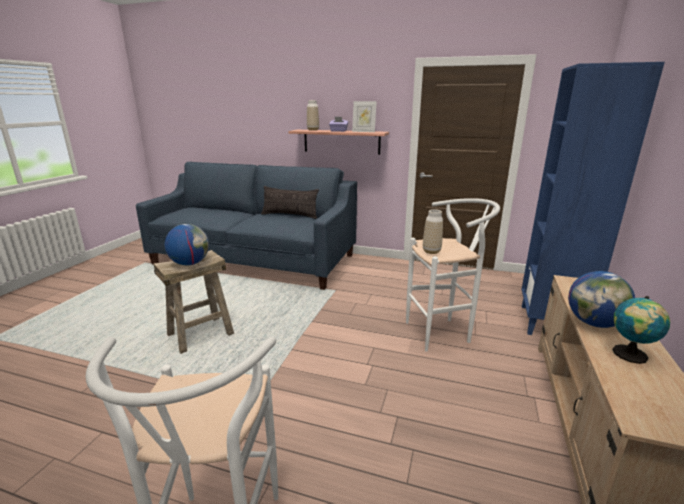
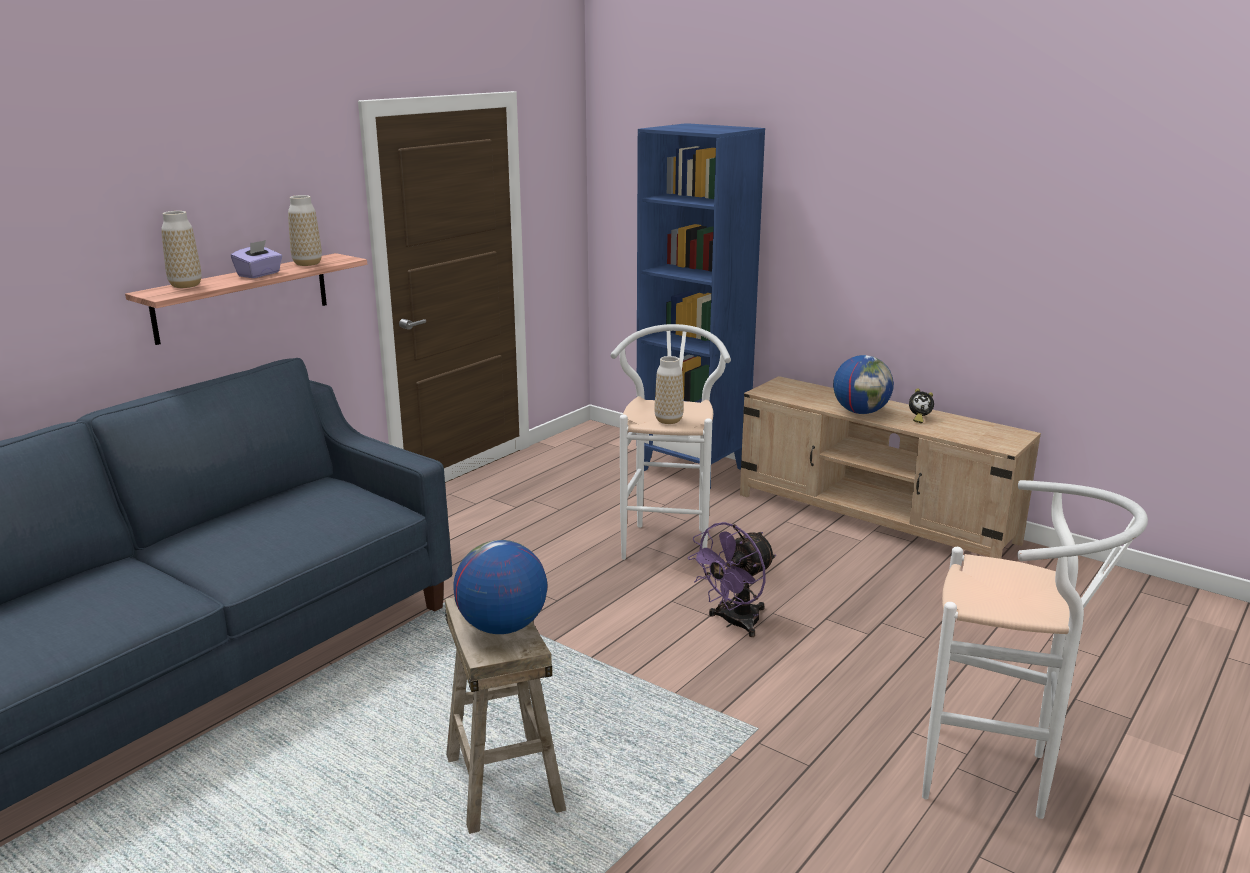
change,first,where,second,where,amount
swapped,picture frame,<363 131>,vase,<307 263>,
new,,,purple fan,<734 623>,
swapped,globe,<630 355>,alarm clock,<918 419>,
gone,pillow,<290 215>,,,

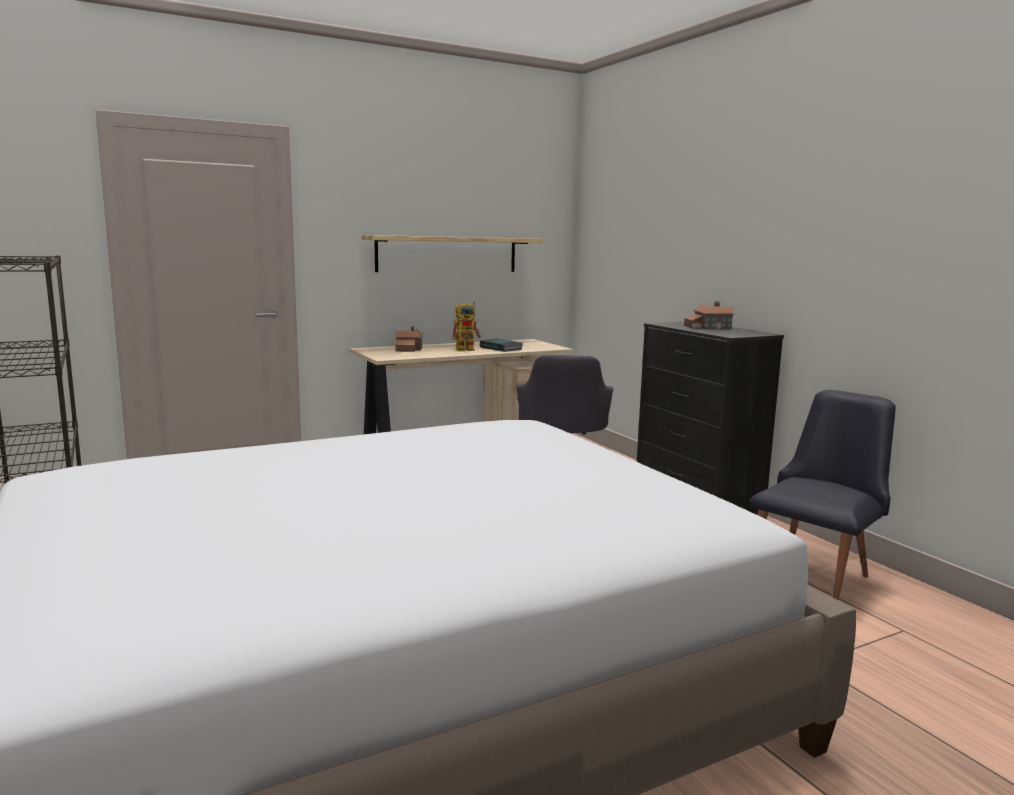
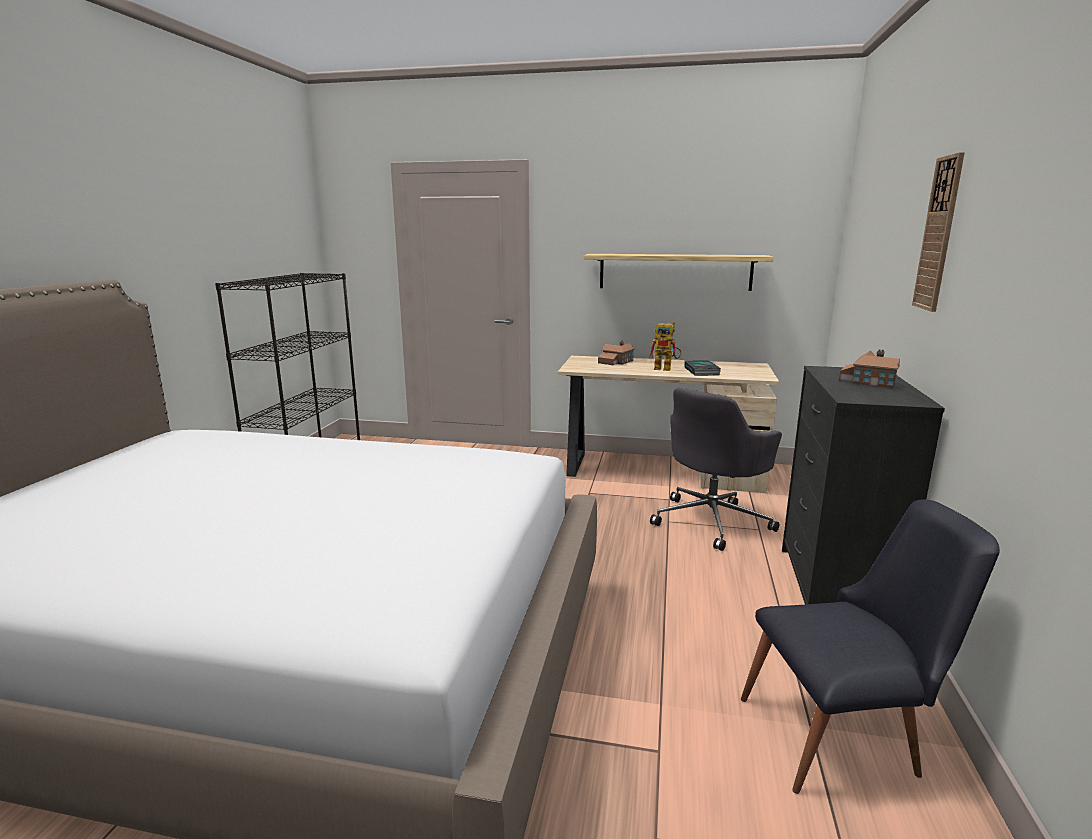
change,first,where,second,where,amount
new,,,wall clock,<938 234>,

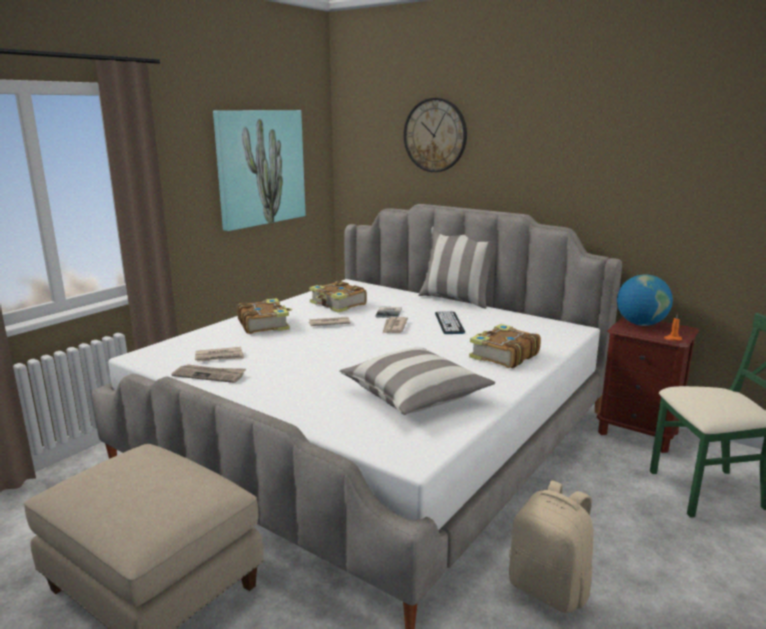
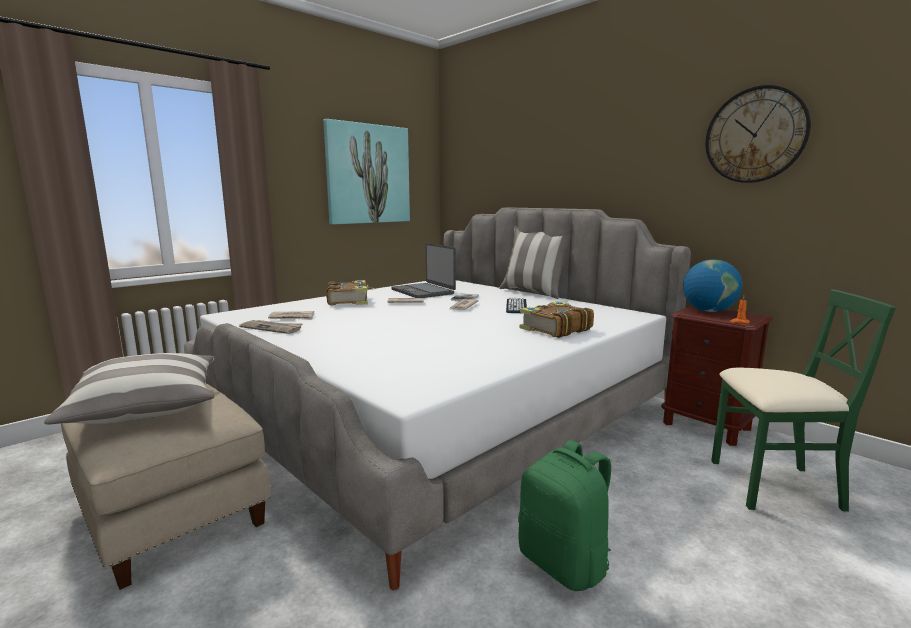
change,first,where,second,where,amount
shifted,pillow,<414 396>,,<147 407>,
swapped,book,<338 304>,laptop,<423 291>,
repainted,beige backpack,<549 589>,green backpack,<564 563>,
shifted,wall clock,<435 135>,,<755 135>,

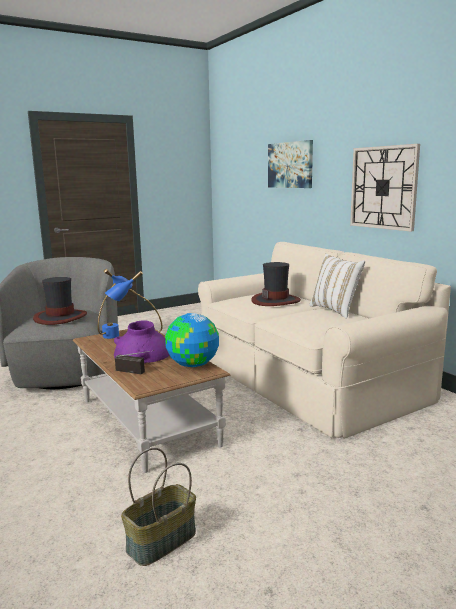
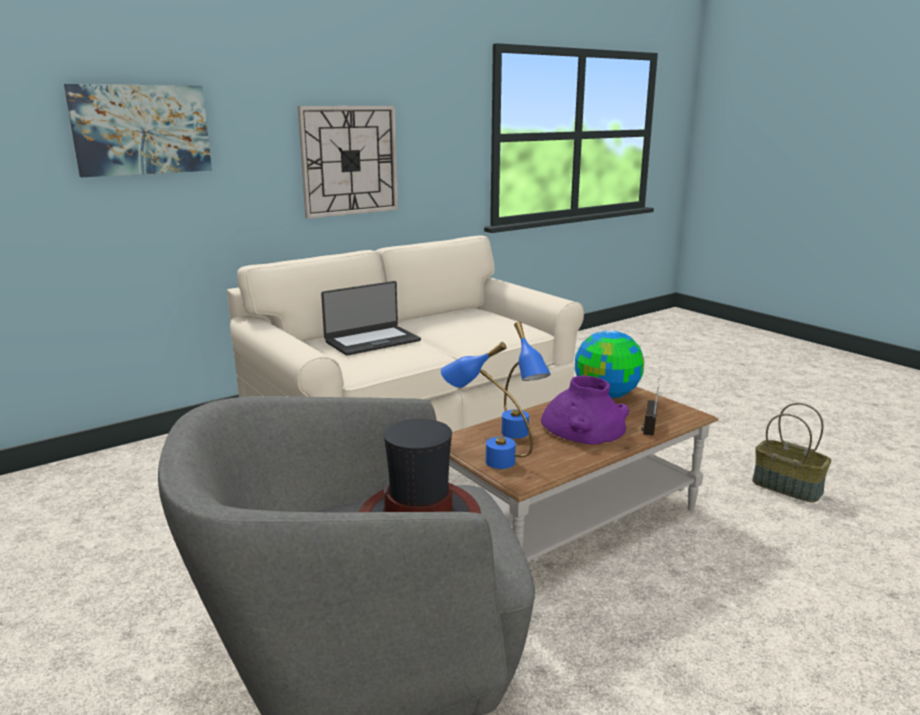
change,first,where,second,where,amount
swapped,hat,<276 301>,laptop,<372 341>,
gone,white pillow,<335 310>,,,

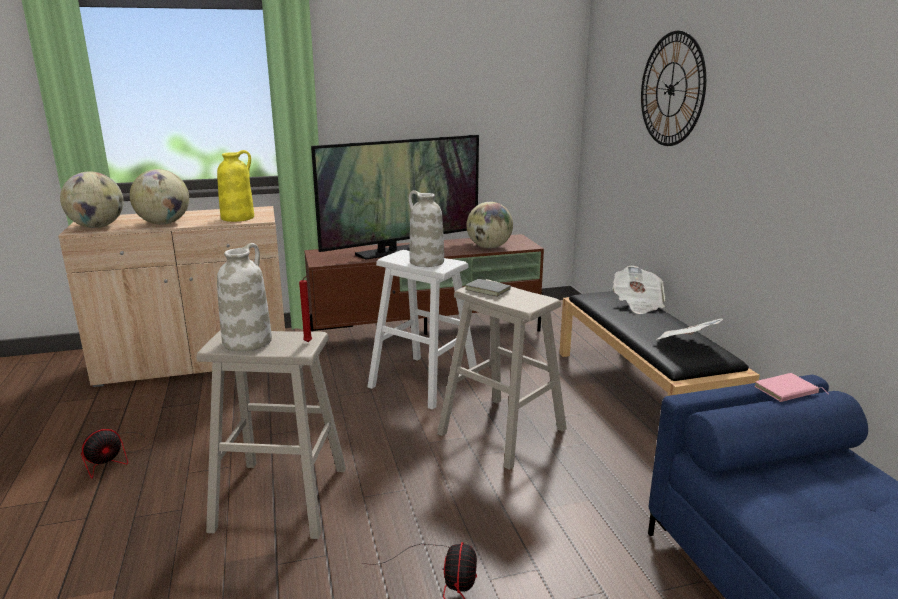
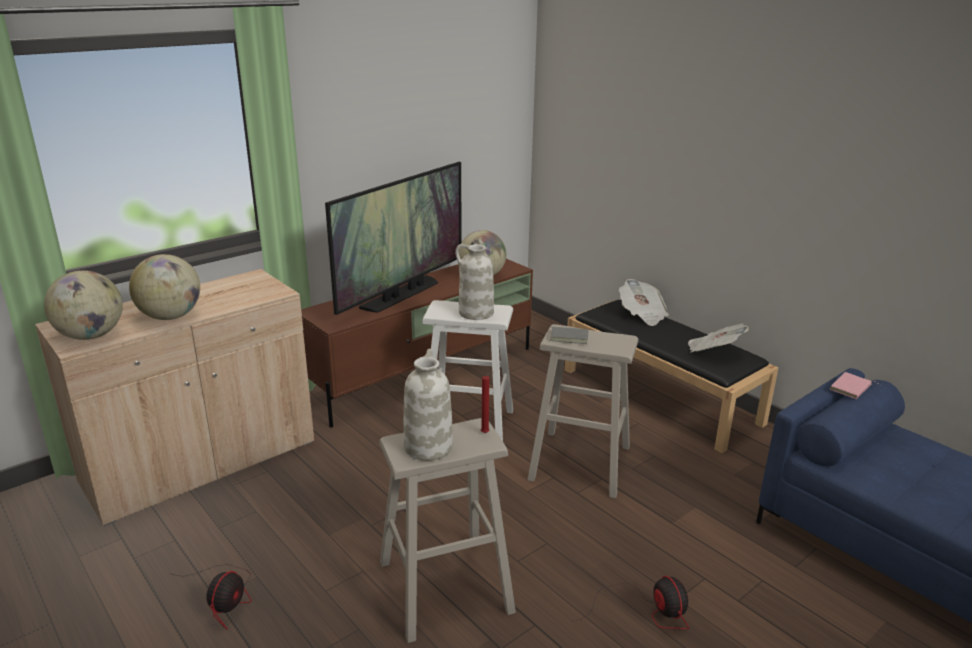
change,first,where,second,where,amount
gone,yellow vase,<238 218>,,,
gone,wall clock,<671 89>,,,

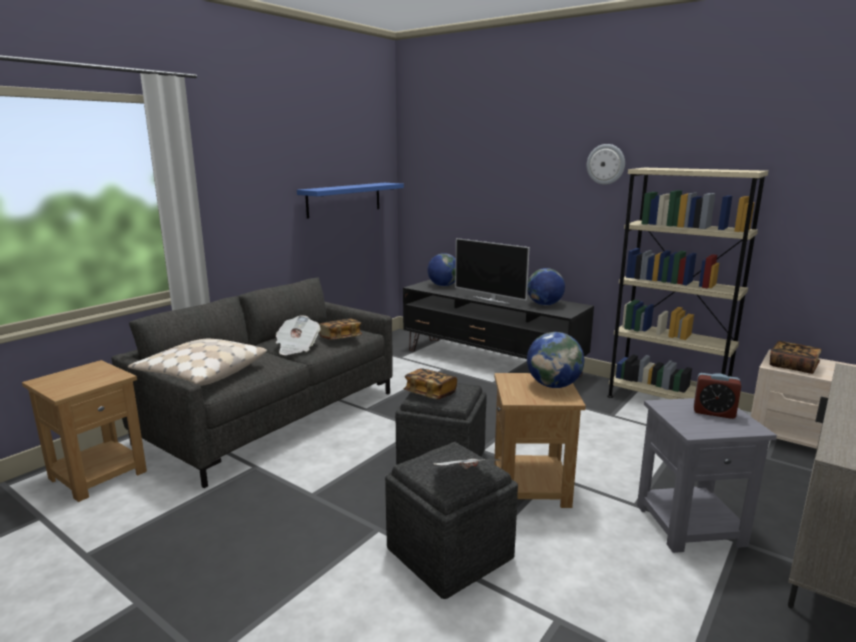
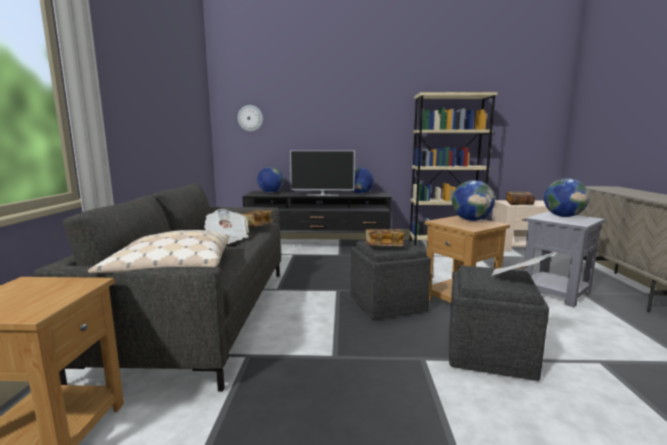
change,first,where,second,where,amount
shifted,wall clock,<606 164>,,<250 118>,
swapped,alarm clock,<714 412>,globe,<563 216>,
gone,blue shelf,<344 199>,,,

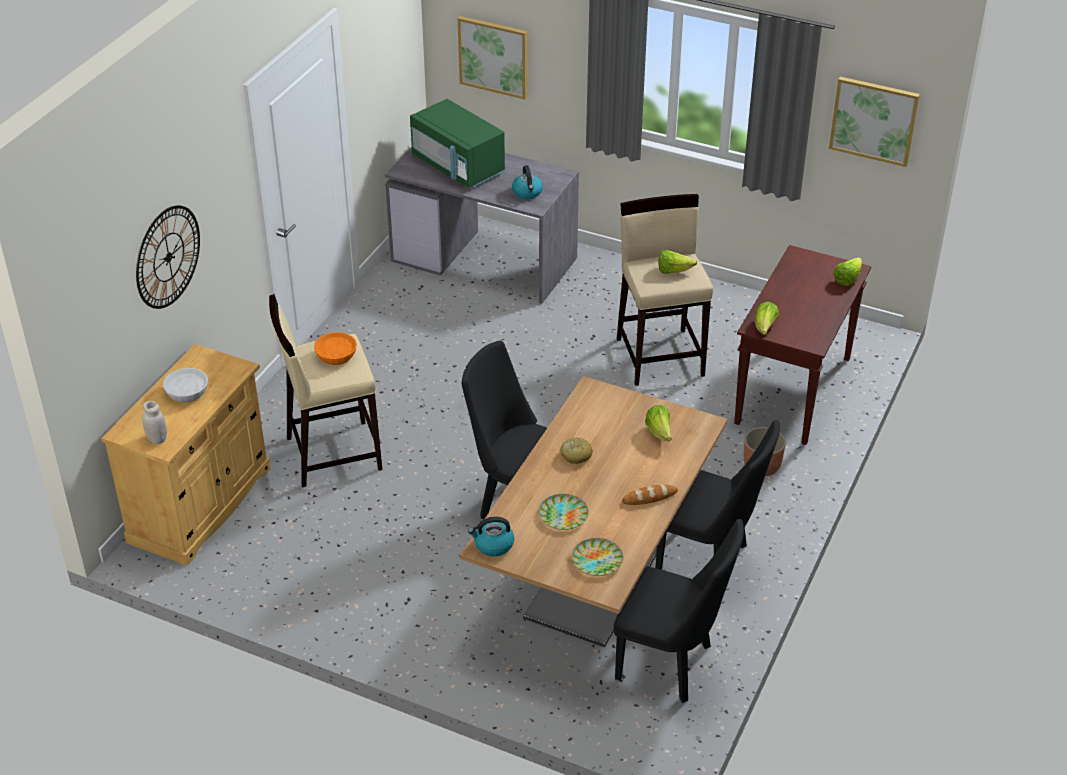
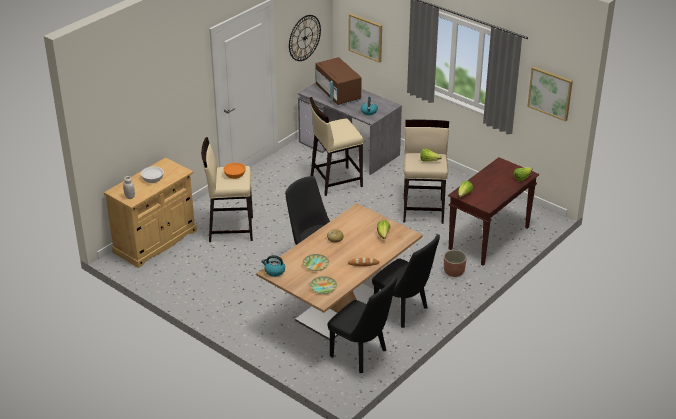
change,first,where,second,where,amount
shifted,wall clock,<168 257>,,<304 38>,
new,,,beige stool,<335 181>,
repainted,green microwave,<458 166>,brown microwave,<338 94>,

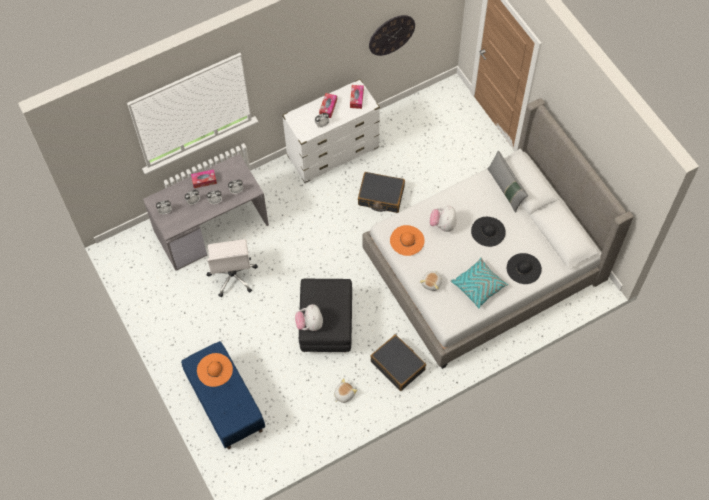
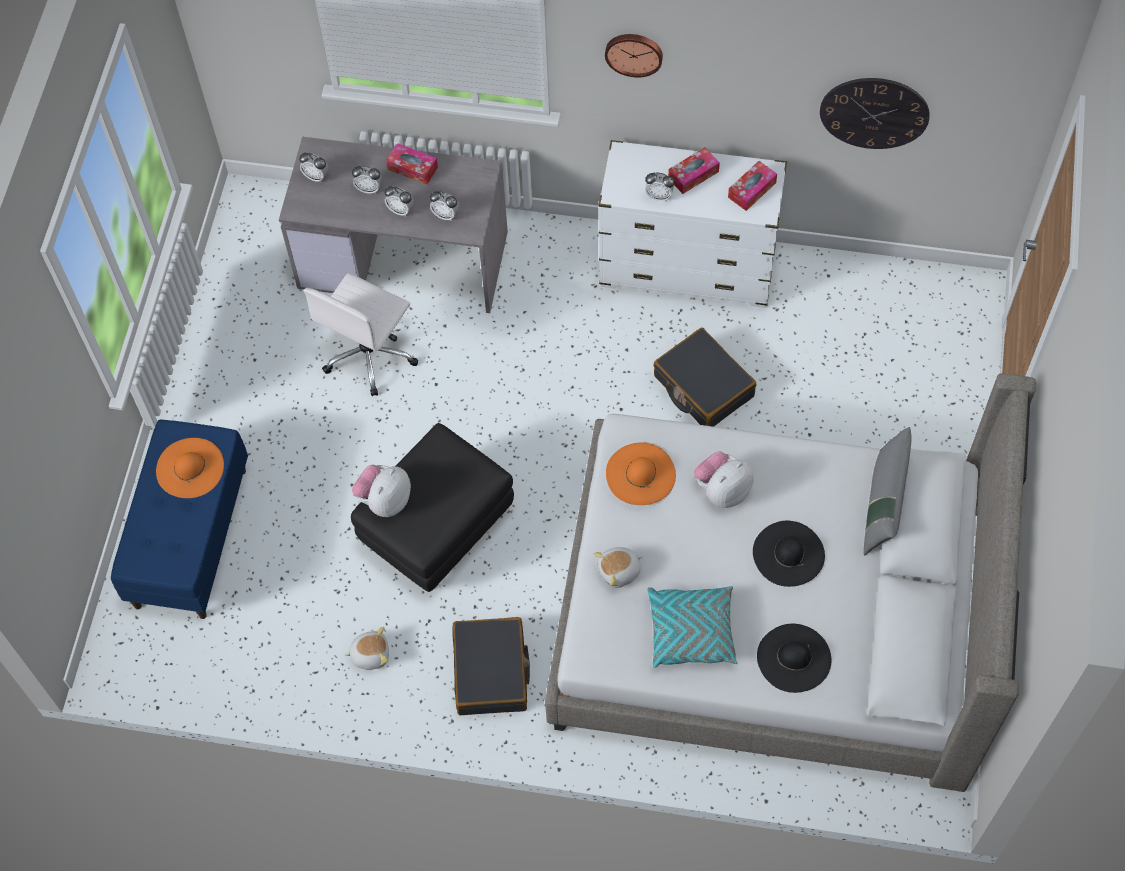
change,first,where,second,where,amount
new,,,wall clock,<634 53>,

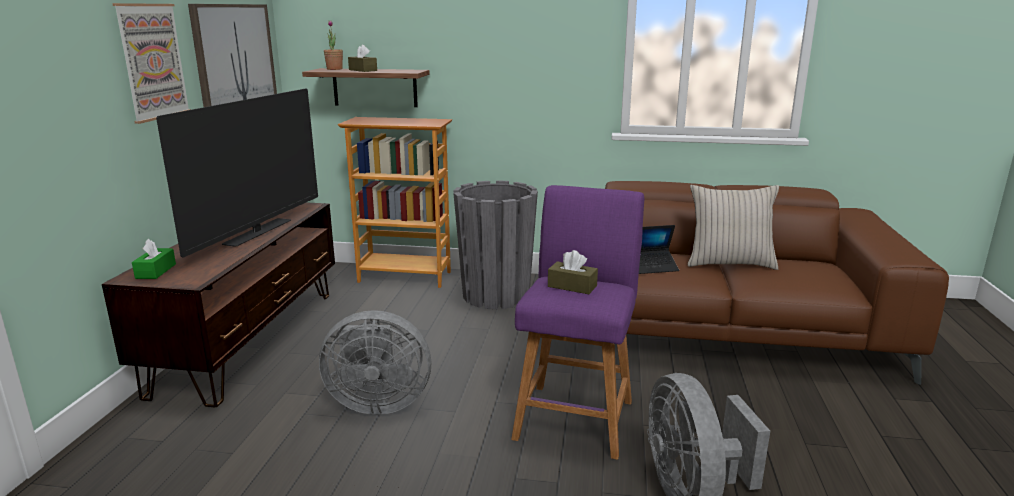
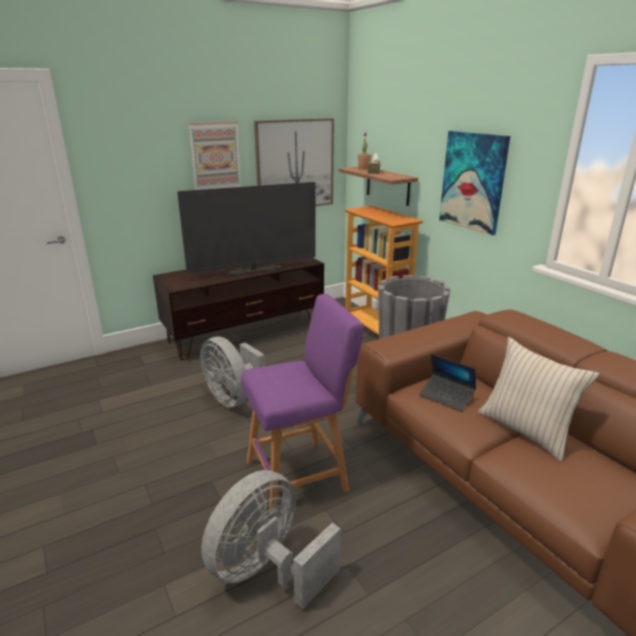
change,first,where,second,where,amount
new,,,picture,<473 181>,
gone,green tissue box,<156 271>,,,
gone,brown tissue box,<572 286>,,,

